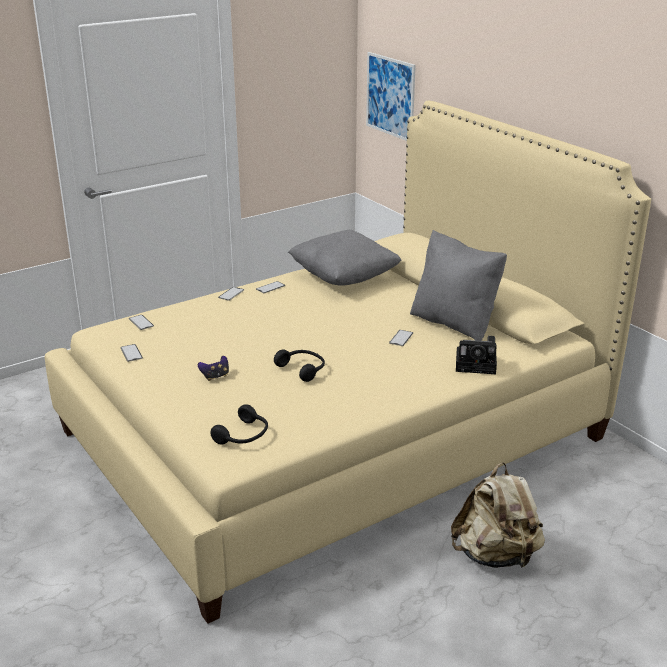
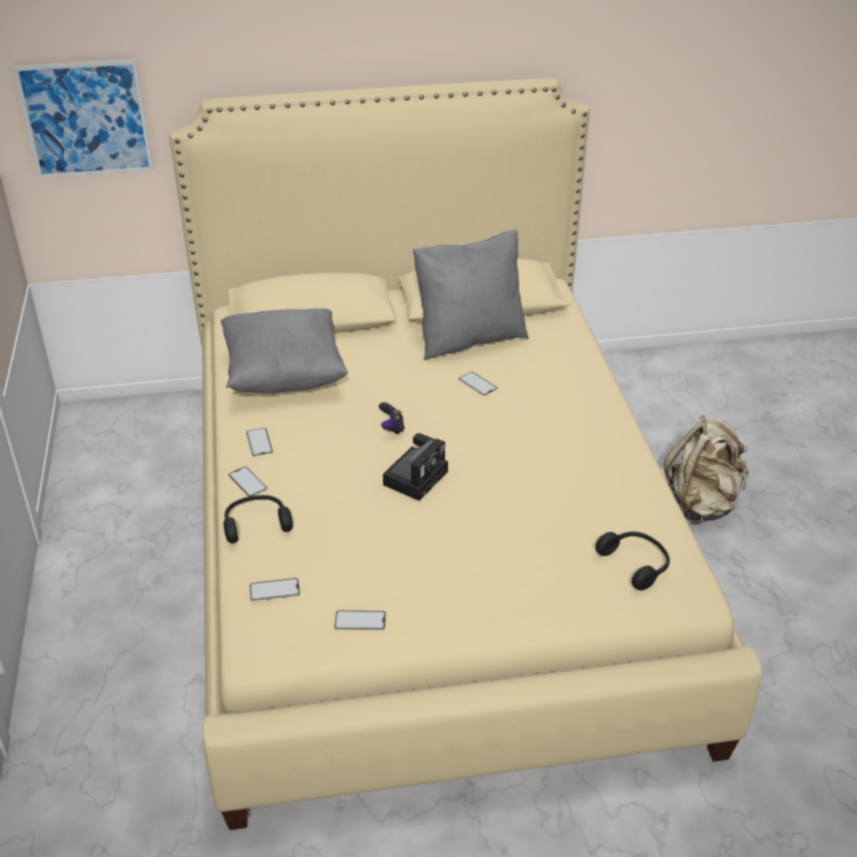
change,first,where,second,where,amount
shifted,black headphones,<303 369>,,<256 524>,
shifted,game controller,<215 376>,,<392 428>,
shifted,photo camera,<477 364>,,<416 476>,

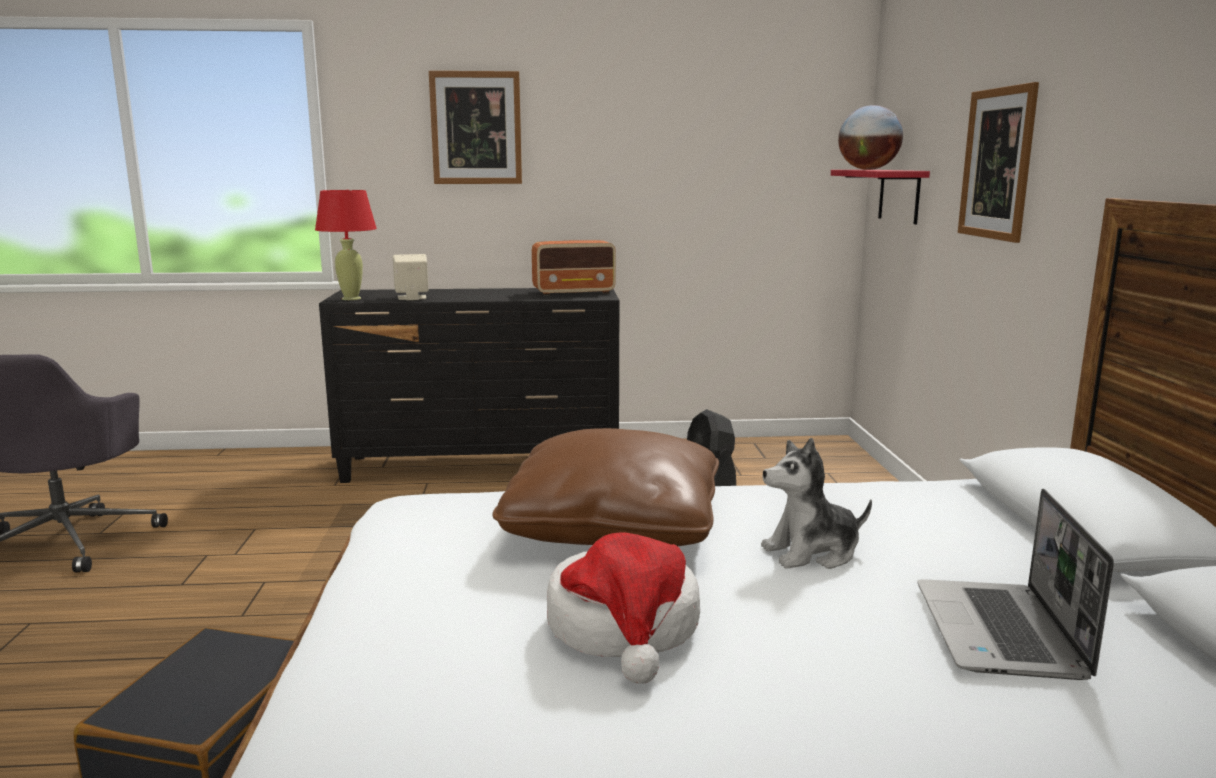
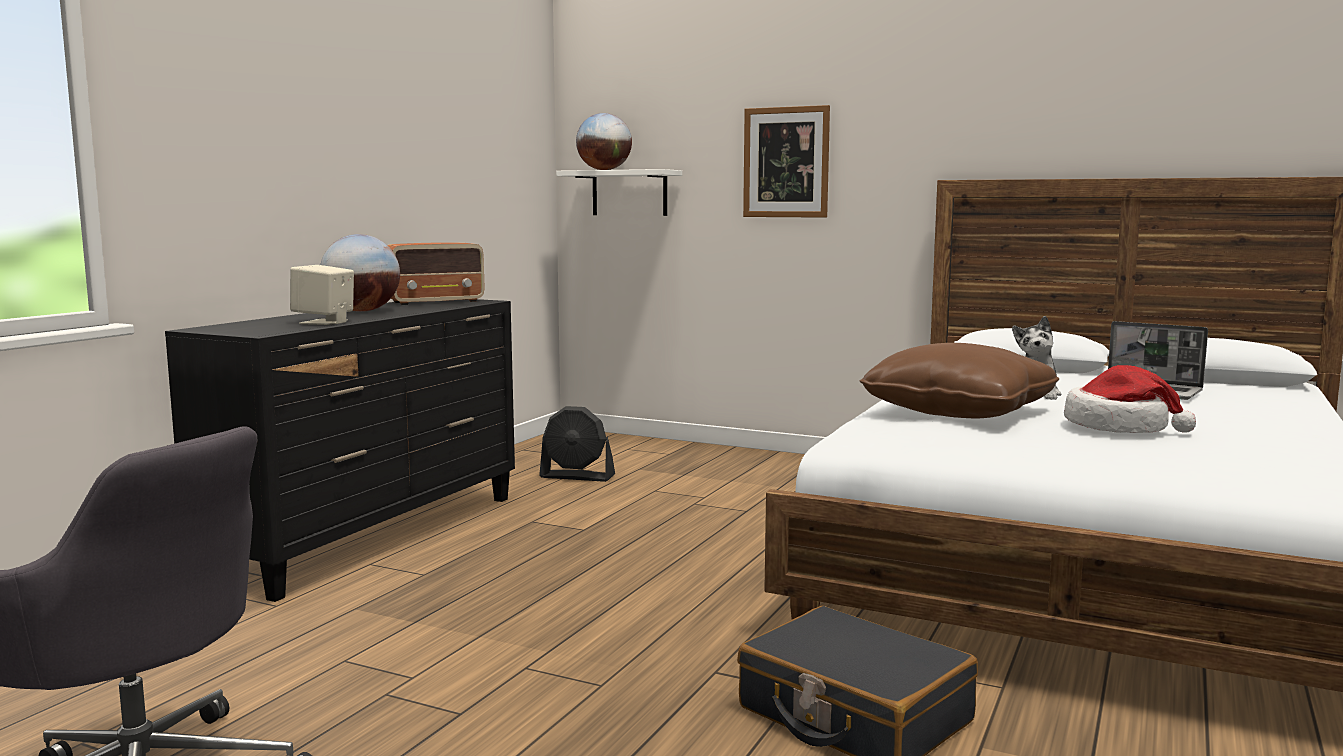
change,first,where,second,where,amount
new,,,globe,<362 311>,
rotated,radio,<574 292>,,<436 302>,45 degrees clockwise
repainted,red shelf,<899 195>,white shelf,<629 193>,
gone,red table lamp,<351 298>,,,
gone,picture,<476 128>,,,

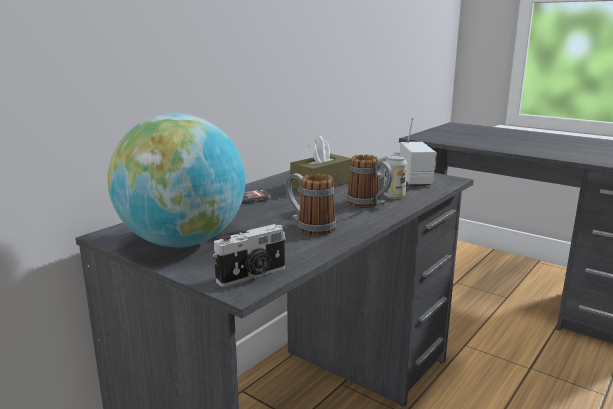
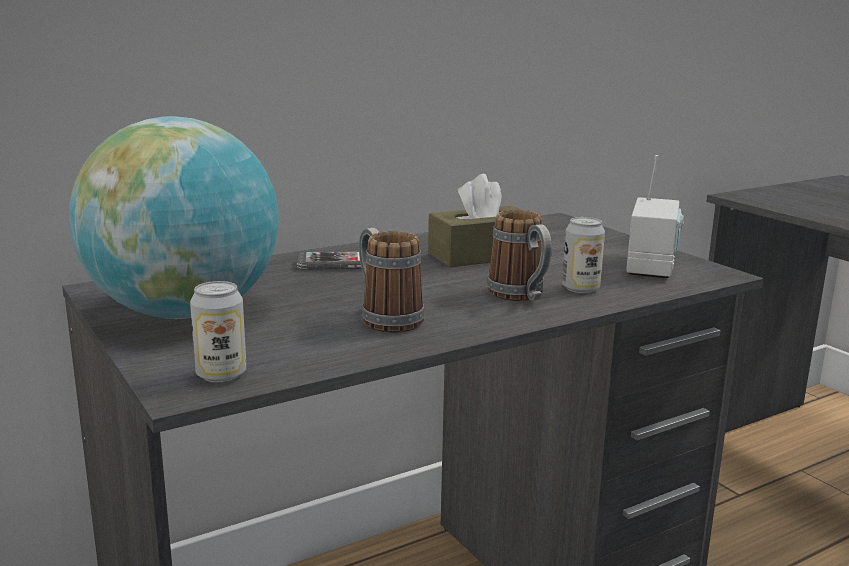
change,first,where,second,where,amount
swapped,photo camera,<253 275>,can,<221 374>,

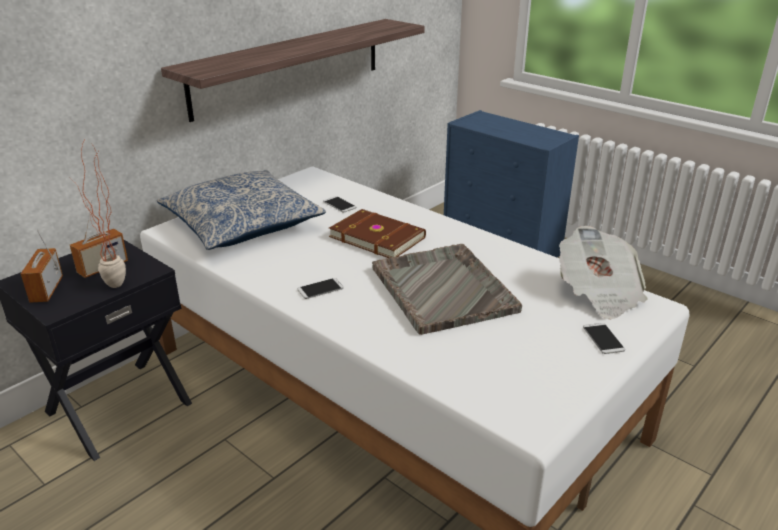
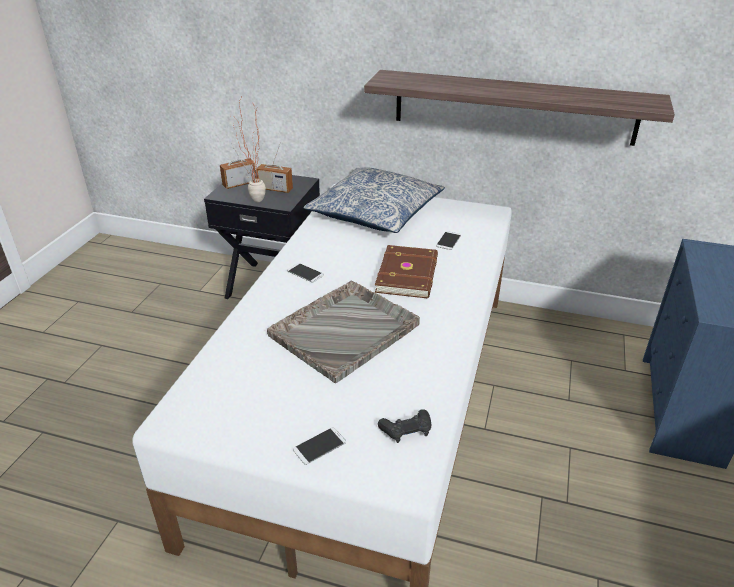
change,first,where,second,where,amount
swapped,newspaper,<599 293>,black game controller,<406 431>,

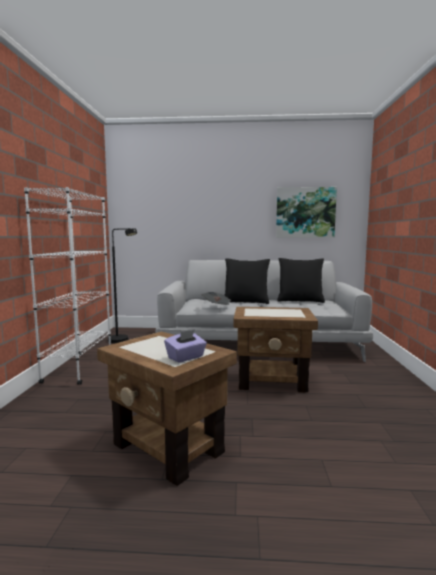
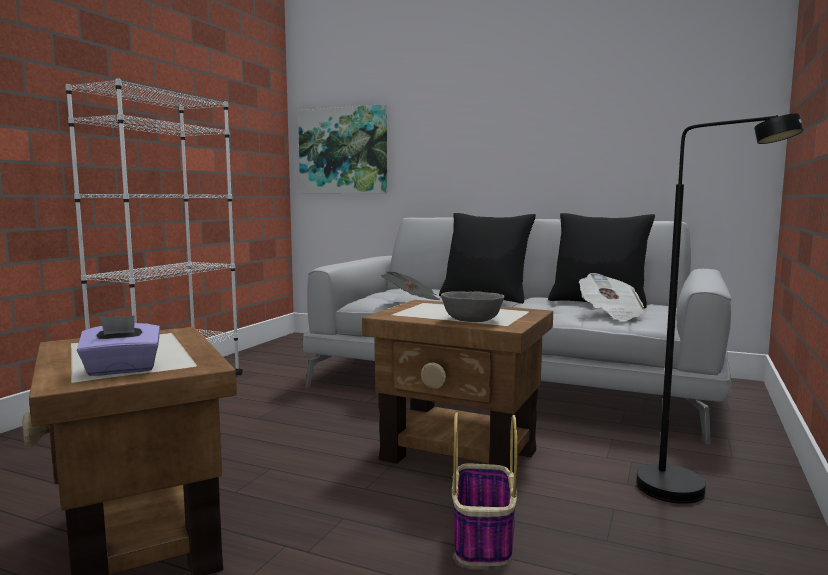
change,first,where,second,where,amount
shifted,picture,<305 212>,,<343 151>,
new,,,grey bowl,<472 320>,
new,,,basket,<483 539>,
new,,,newspaper,<611 314>,
shifted,black floor lamp,<122 341>,,<689 494>,

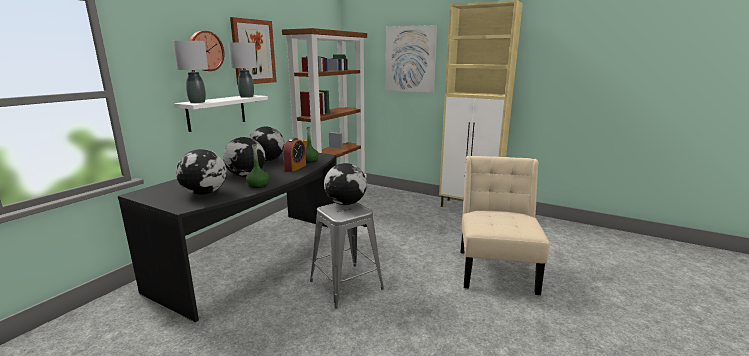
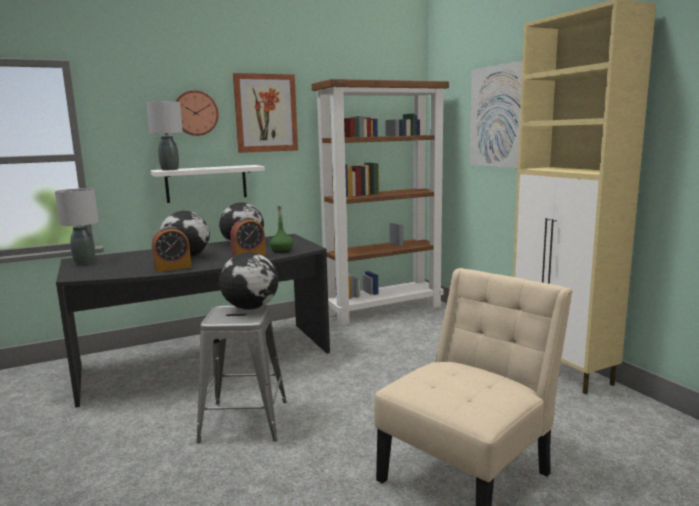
change,first,where,second,where,amount
shifted,grey table lamp,<247 96>,,<85 262>,
swapped,green bottle,<258 185>,alarm clock,<173 268>,
gone,globe,<204 193>,,,

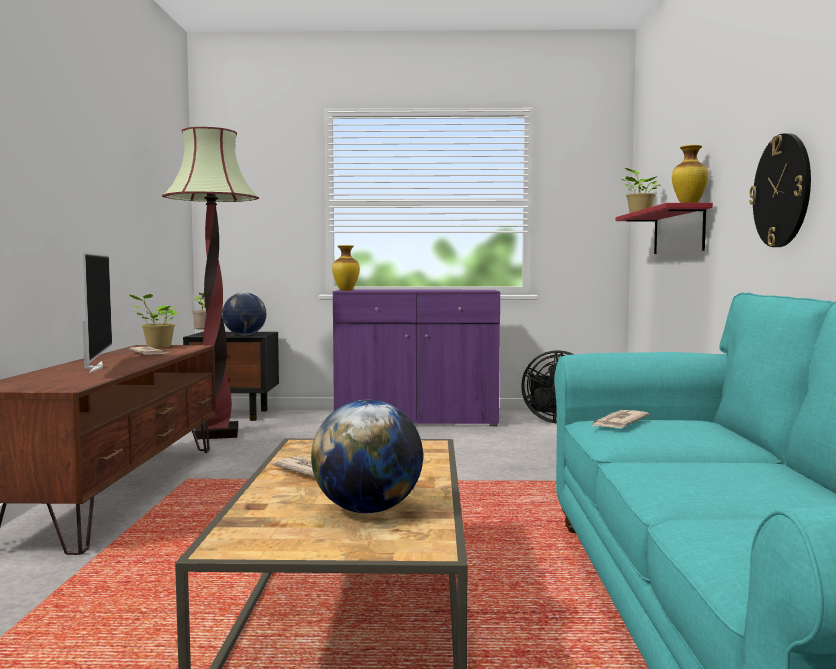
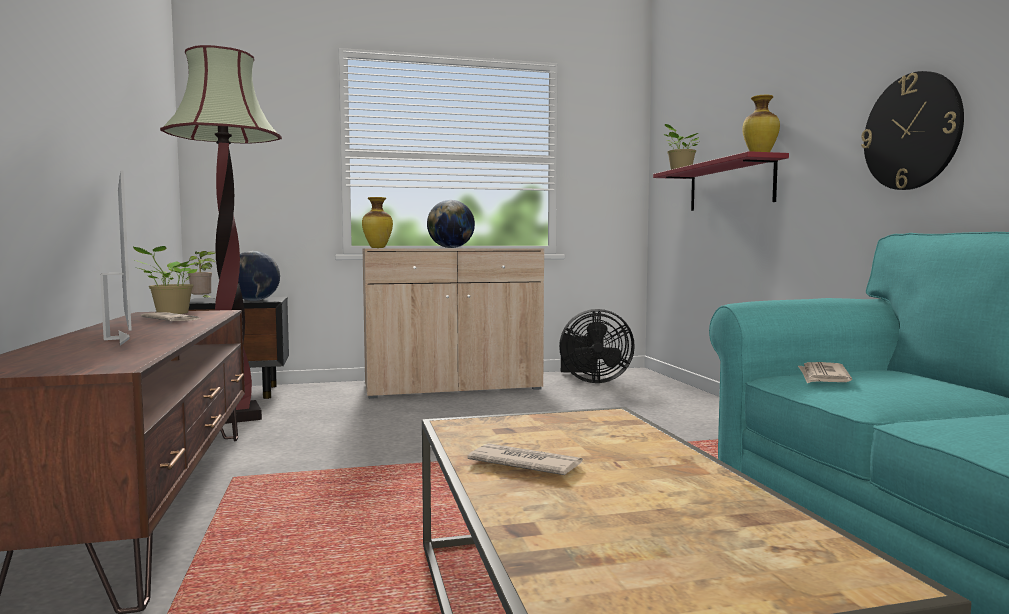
change,first,where,second,where,amount
repainted,purple cabinet,<417 420>,beige cabinet,<452 387>,
shifted,globe,<367 510>,,<451 248>,

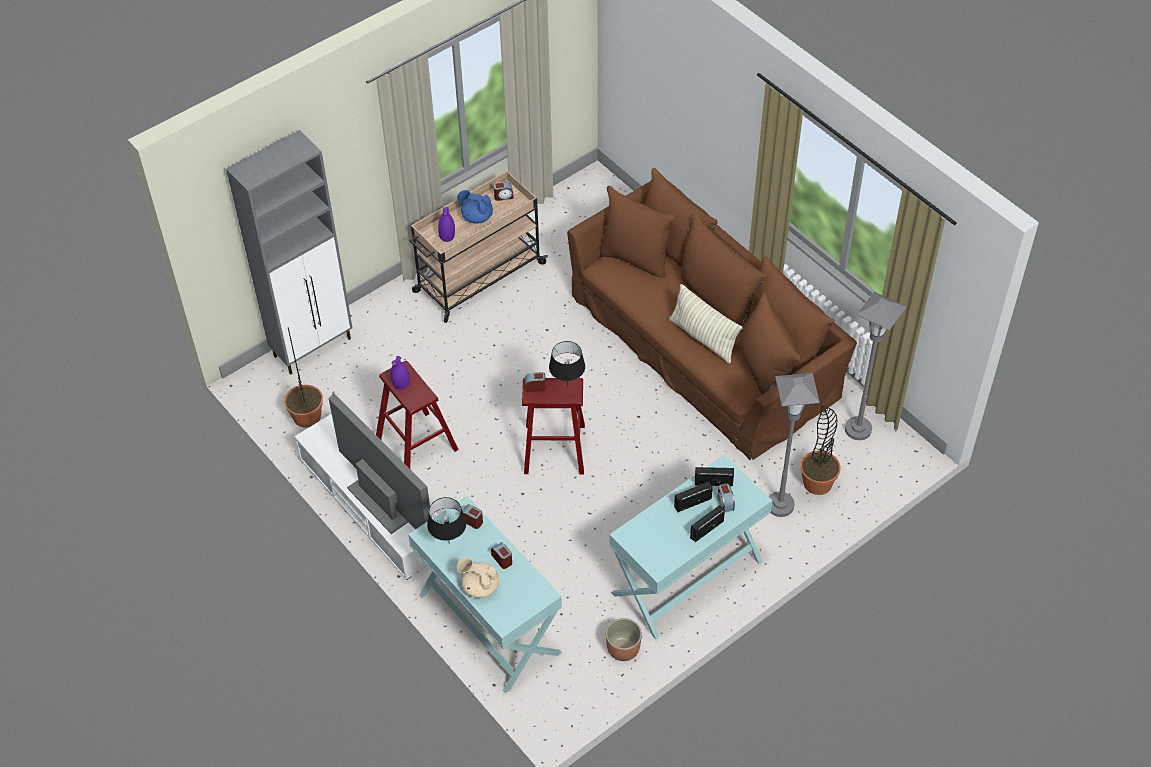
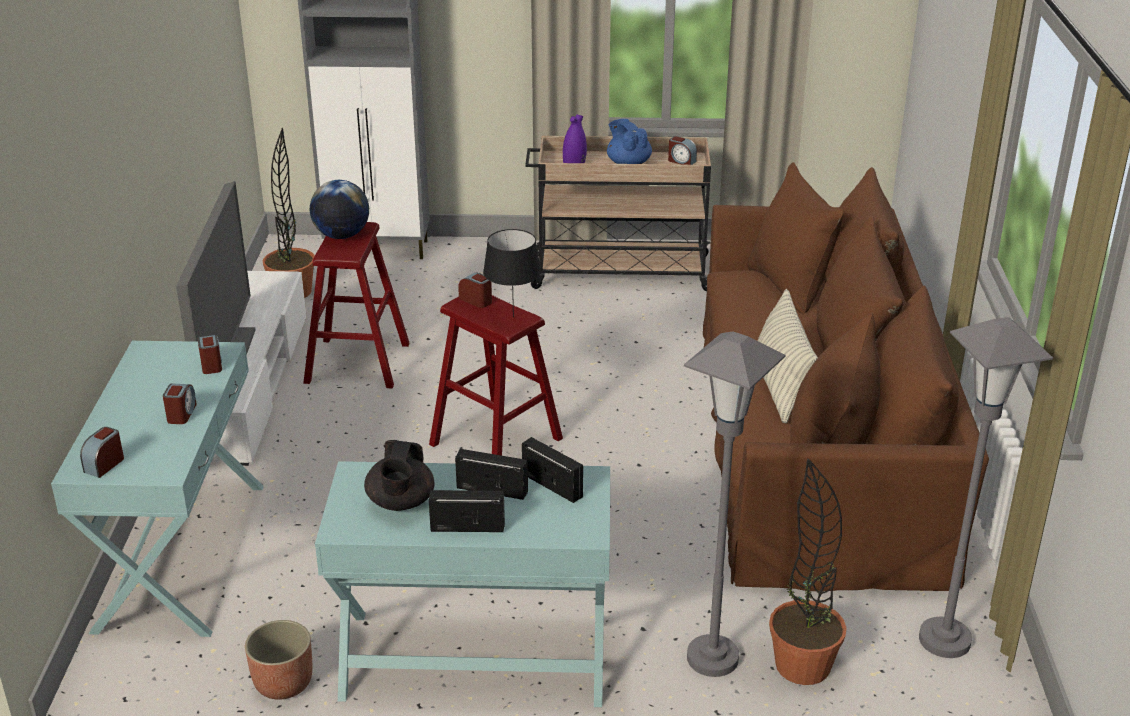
change,first,where,second,where,amount
shifted,alarm clock,<725 503>,,<104 465>,
swapped,purple vase,<401 384>,globe,<341 236>,
new,,,black teapot,<400 503>,
gone,black table lamp,<449 543>,,,
gone,beige teapot,<480 586>,,,

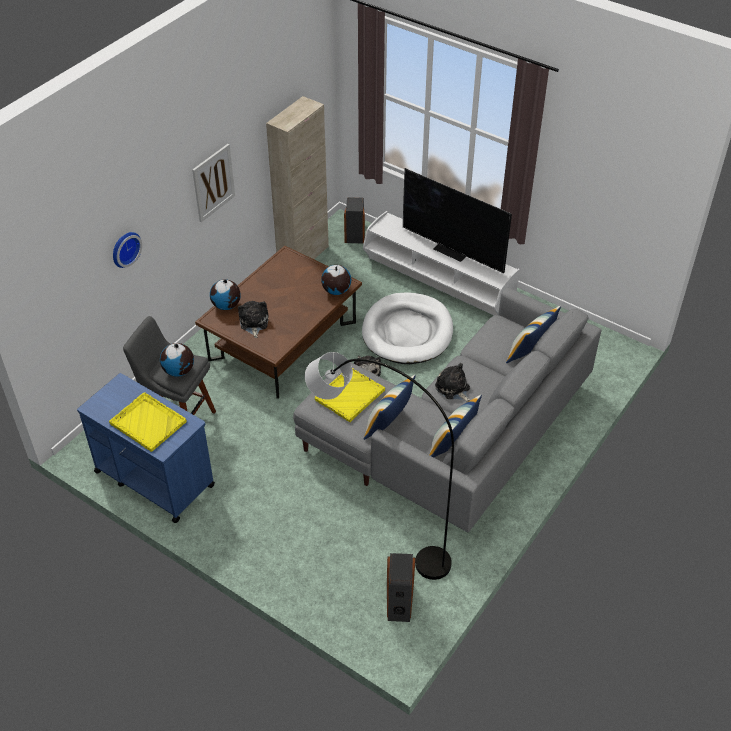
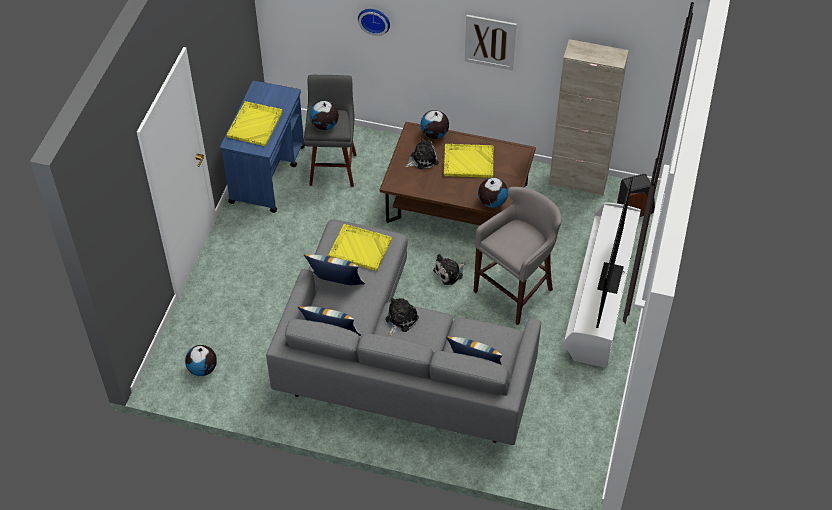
change,first,where,second,where,amount
swapped,speaker,<399 601>,globe,<203 369>,
new,,,yellow tray,<468 161>,
swapped,white dog bed,<407 332>,grey stool,<515 290>,
gone,grey floor lamp,<377 531>,,,

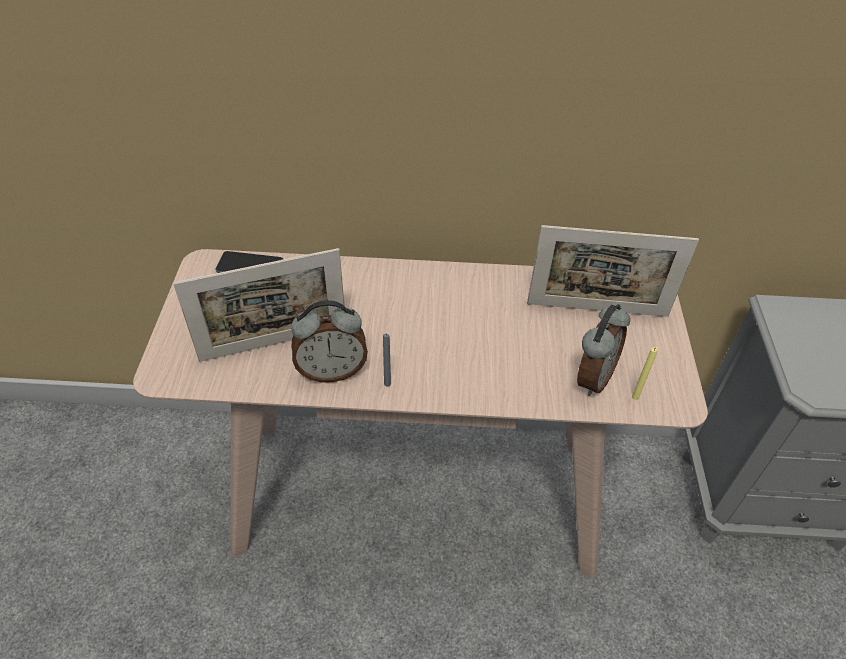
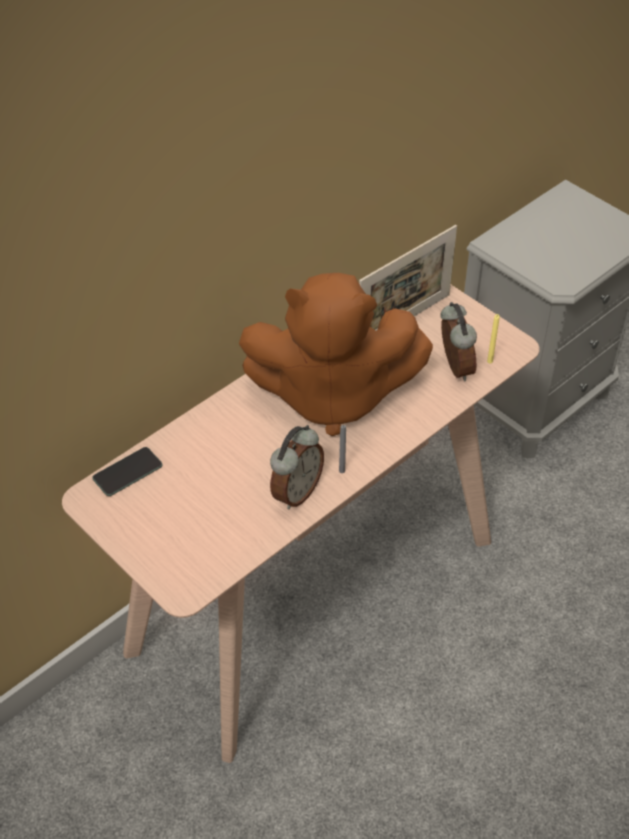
change,first,where,second,where,amount
new,,,brown plush toy,<331 396>,
gone,picture frame,<274 343>,,,

